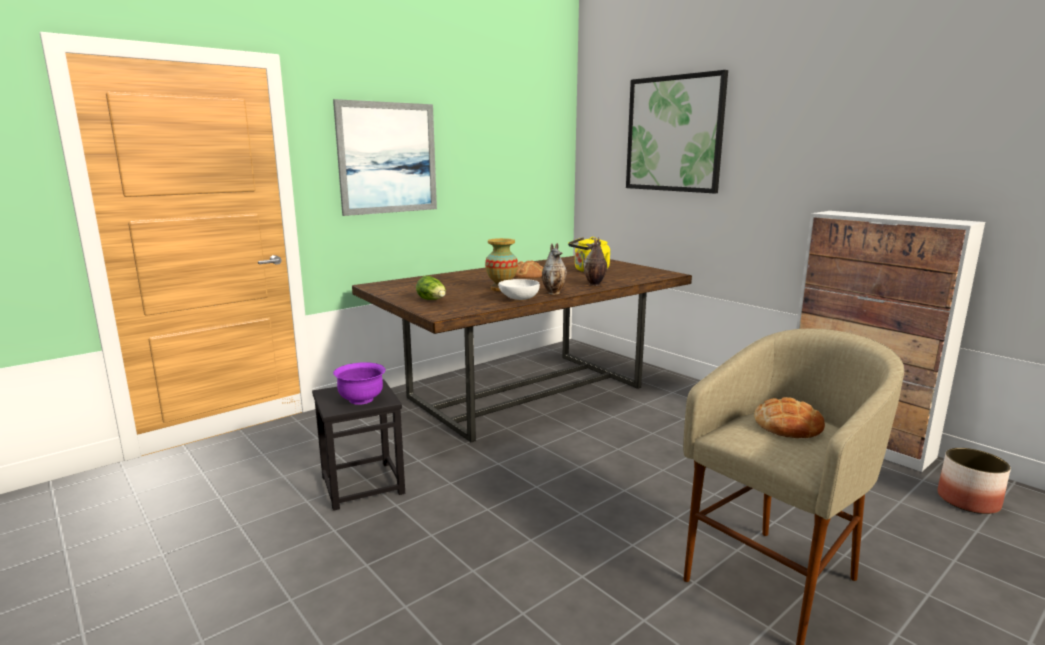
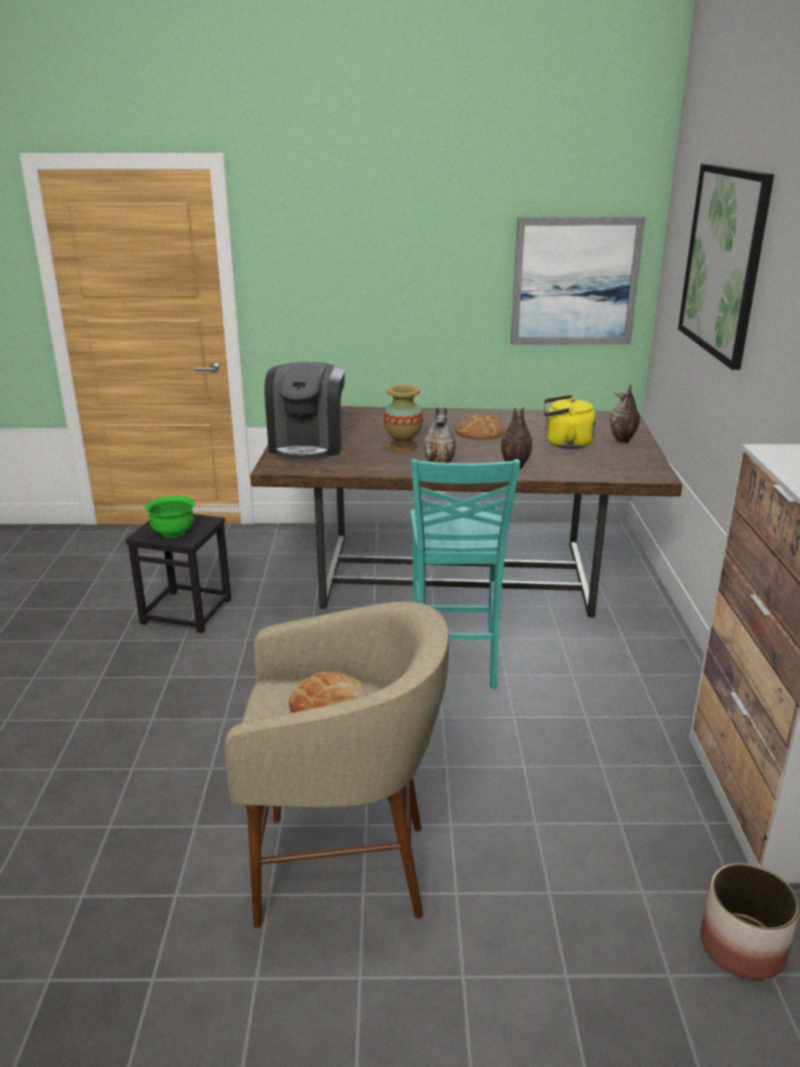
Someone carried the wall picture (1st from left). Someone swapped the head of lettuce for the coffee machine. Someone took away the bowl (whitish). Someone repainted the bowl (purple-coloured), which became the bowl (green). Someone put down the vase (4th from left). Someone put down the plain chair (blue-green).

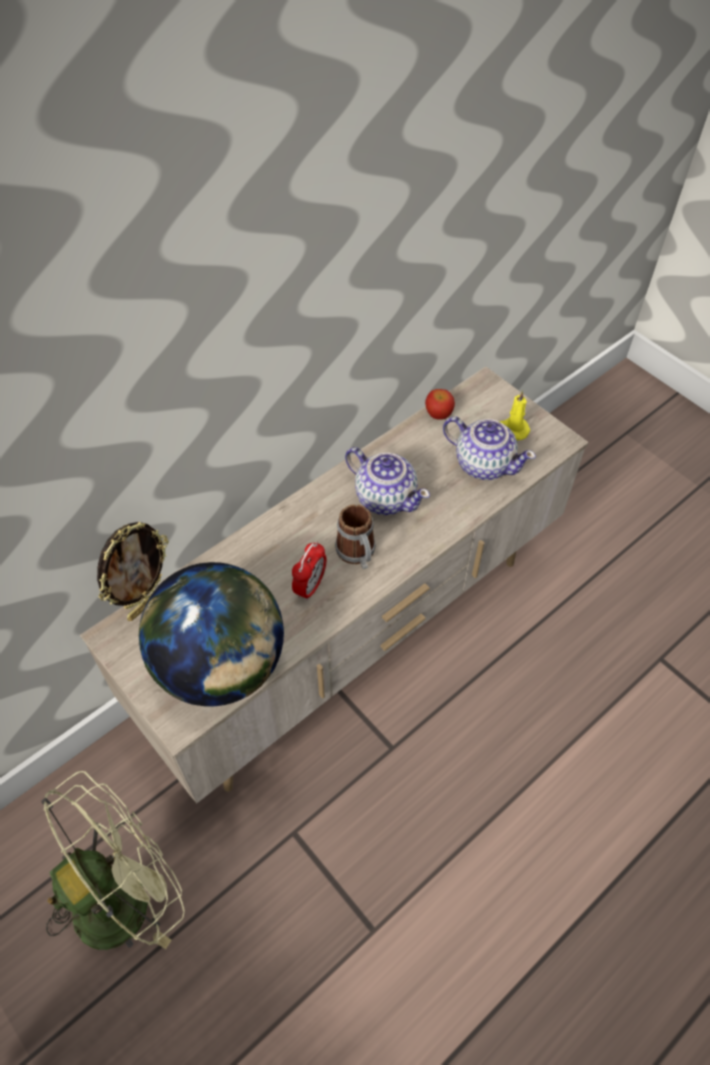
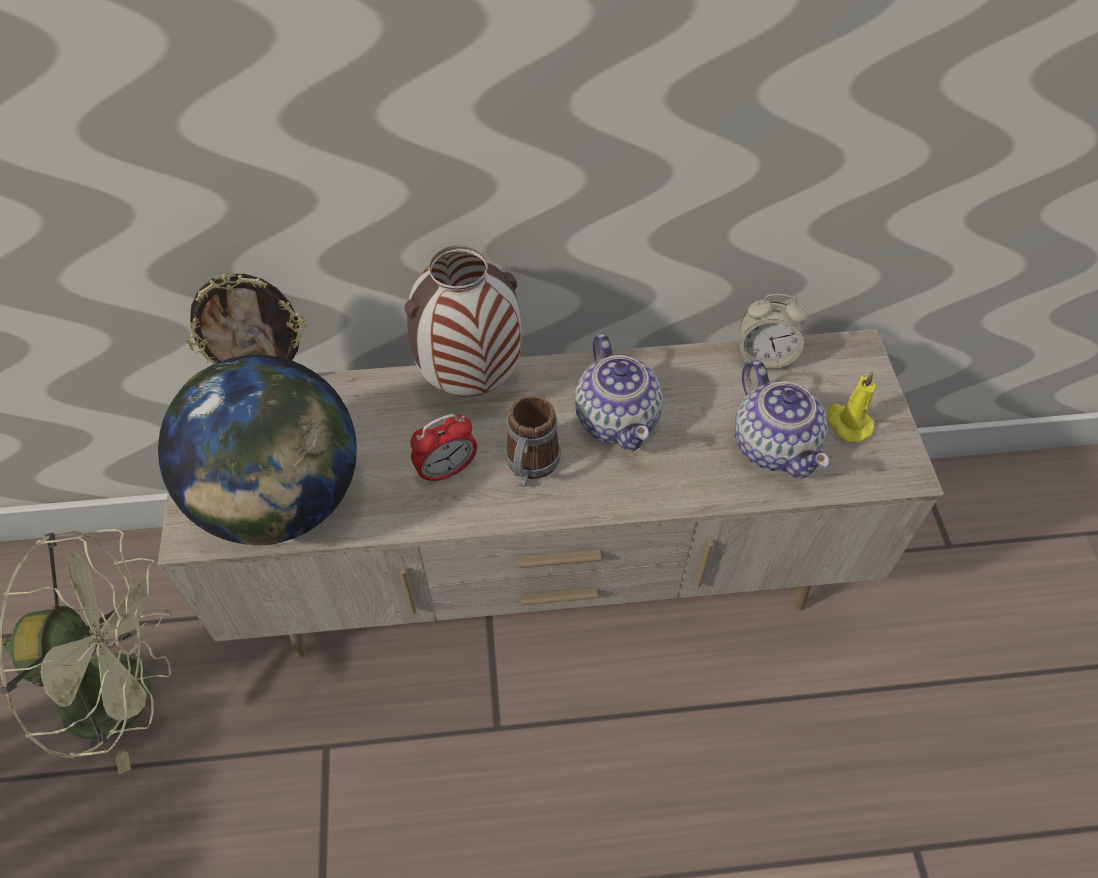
Someone swapped the whole apple for the table clock (2nd from left). Someone put down the vase.

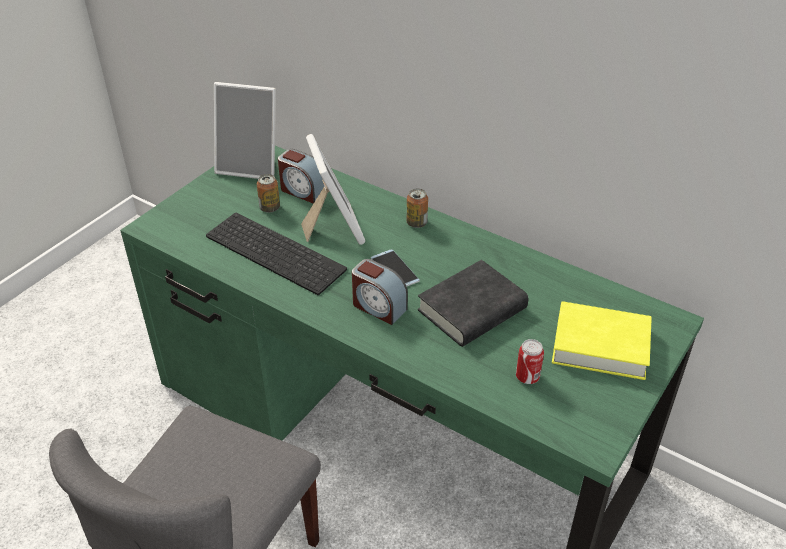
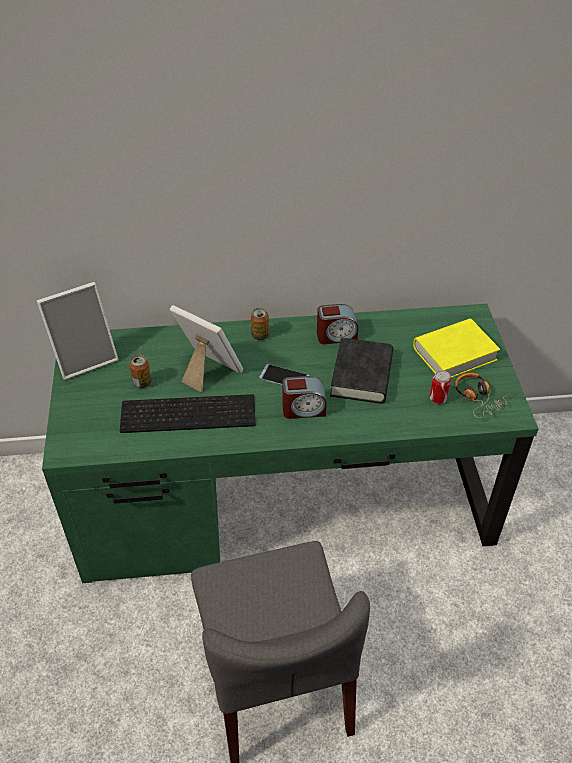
Someone carried the table clock (1st from left in the first image). Someone put down the headset.

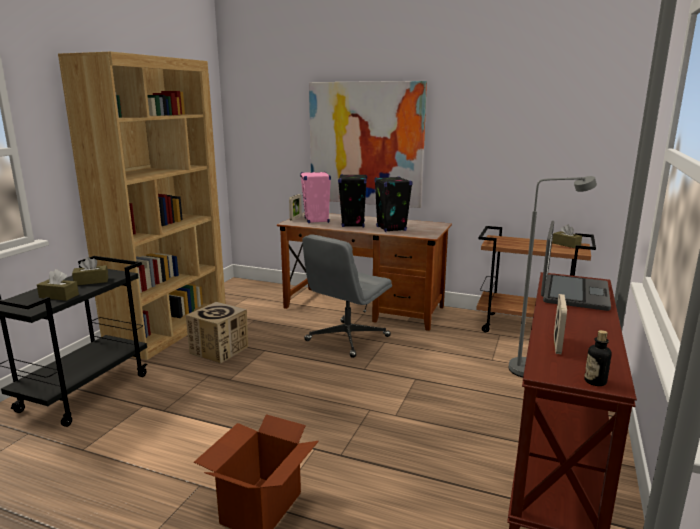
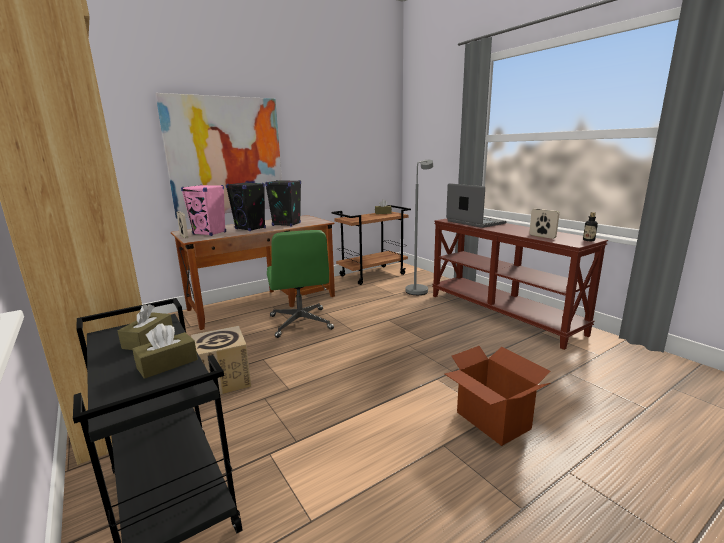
Someone repainted the office chair (gray), which became the office chair (green).

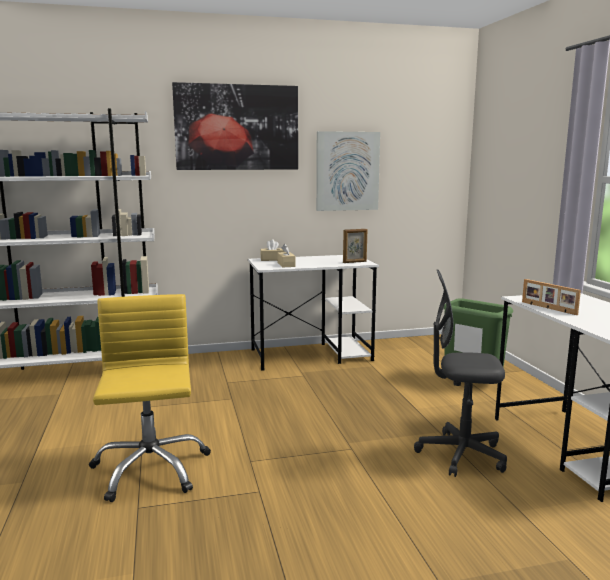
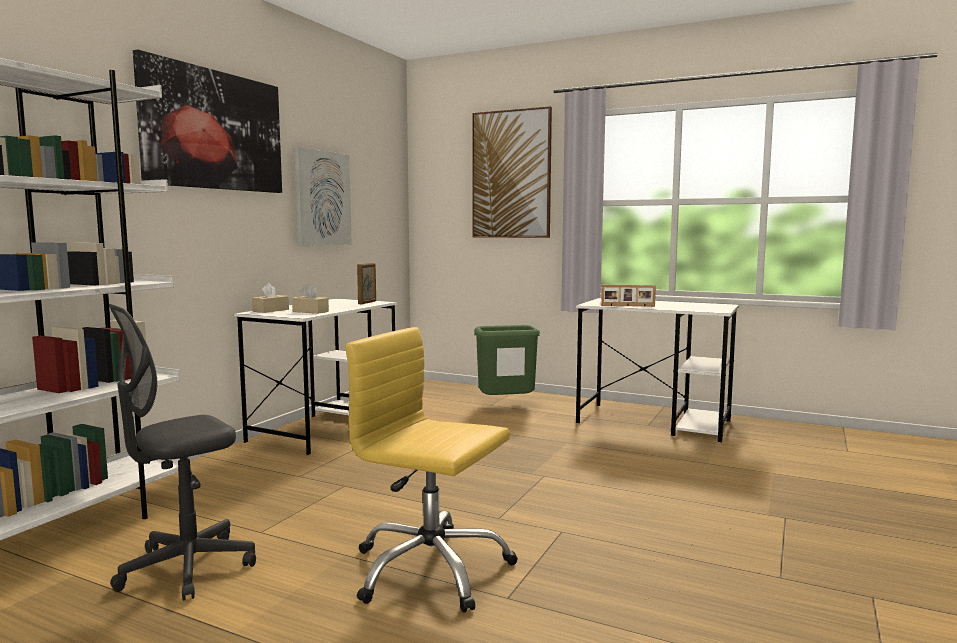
Someone carried the office chair (gray). Someone put up the wall picture (3rd from left).

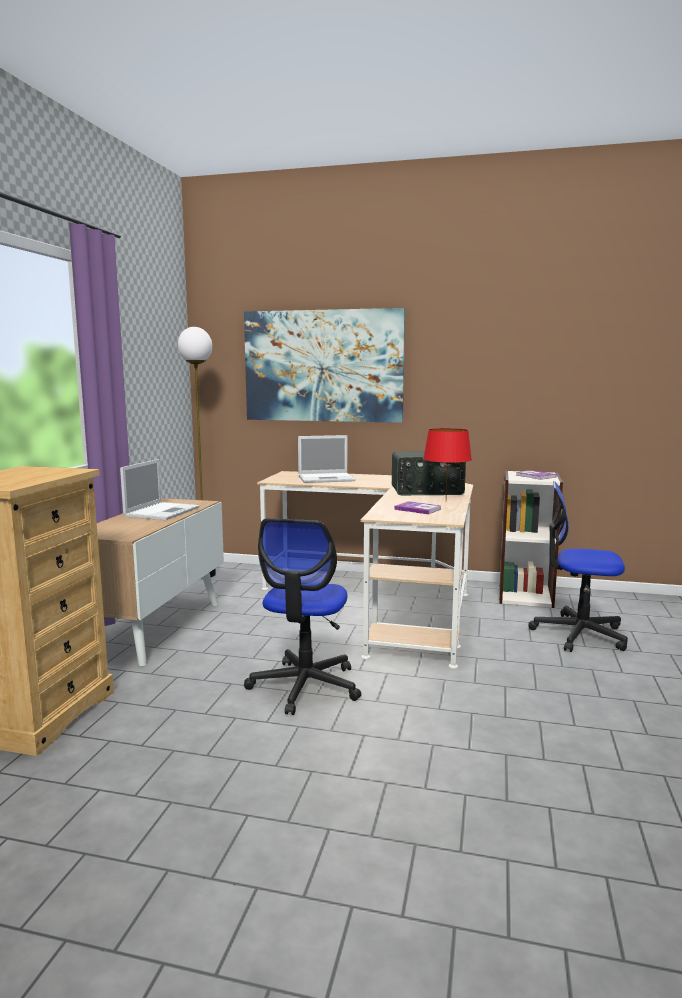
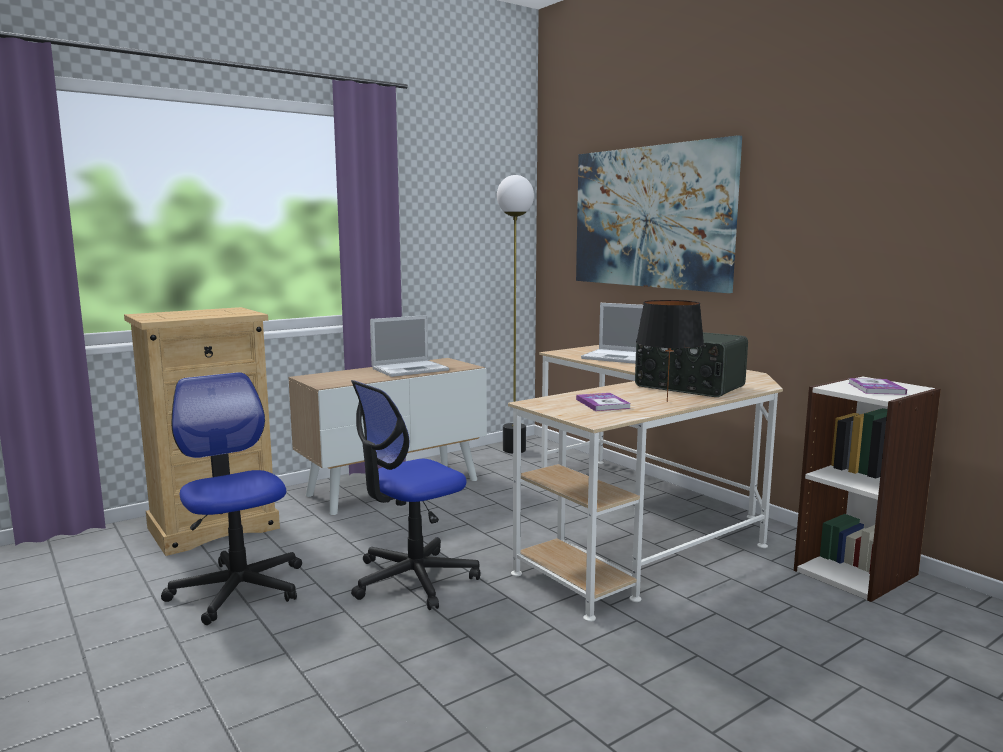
Someone repainted the tabletop lamp (red-coloured), which became the tabletop lamp (black). Someone carried the office chair (2nd from left in the first image).

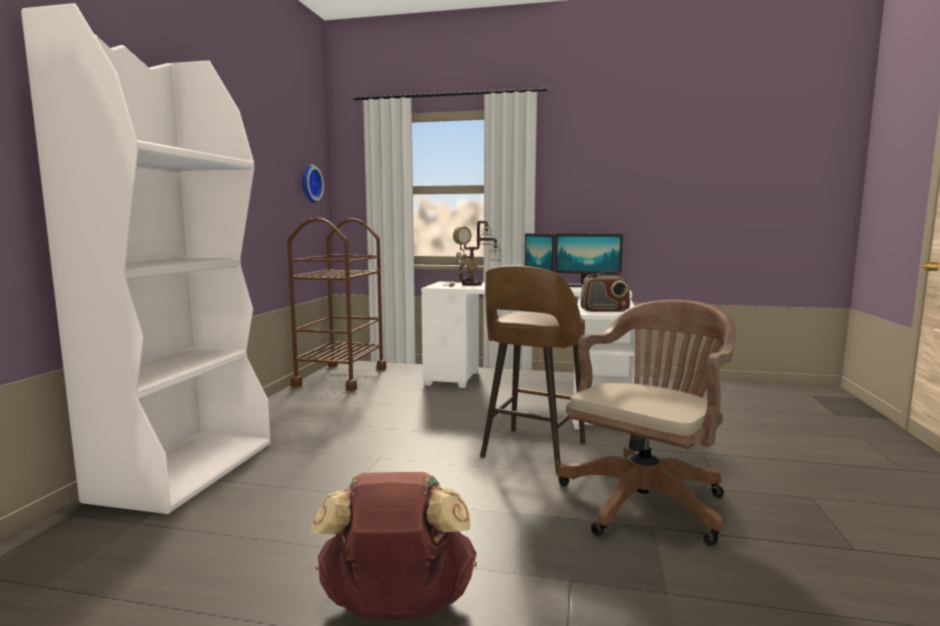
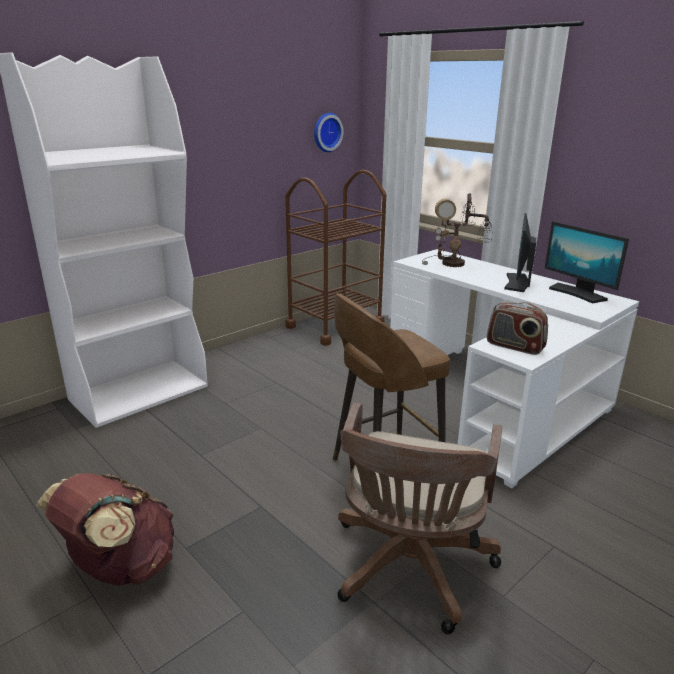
Someone rotated the office chair (brown-coloured) by 120 degrees clockwise.

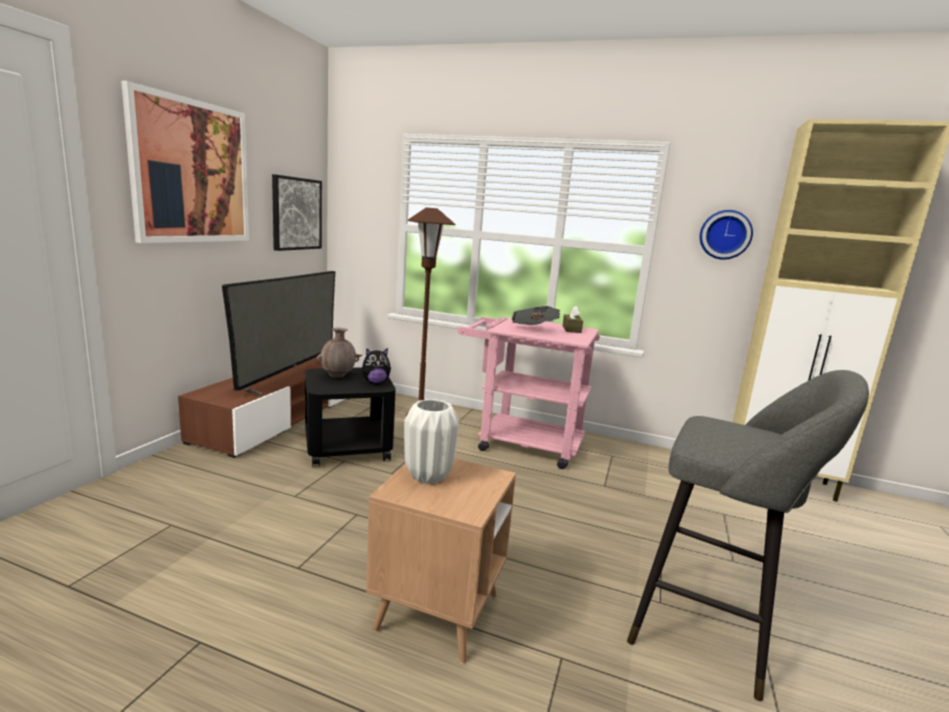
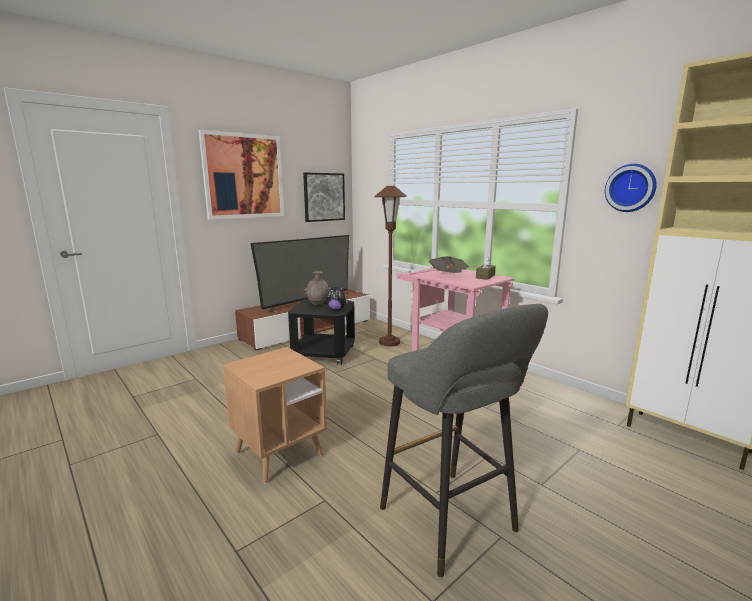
Someone took away the vase (whitish).

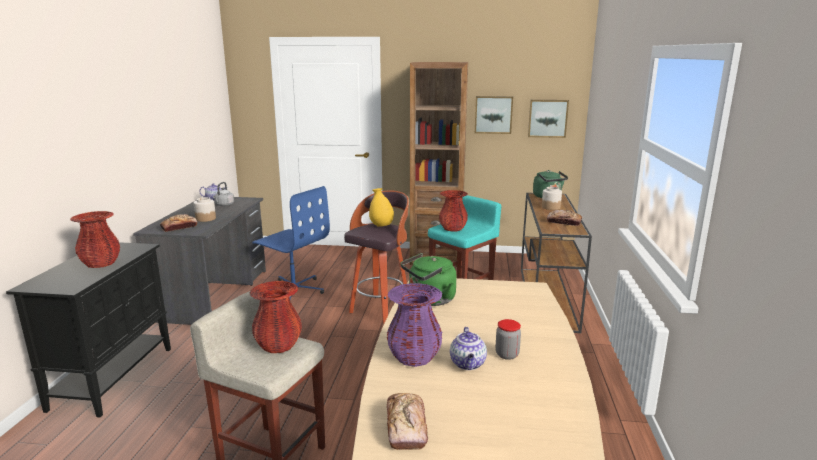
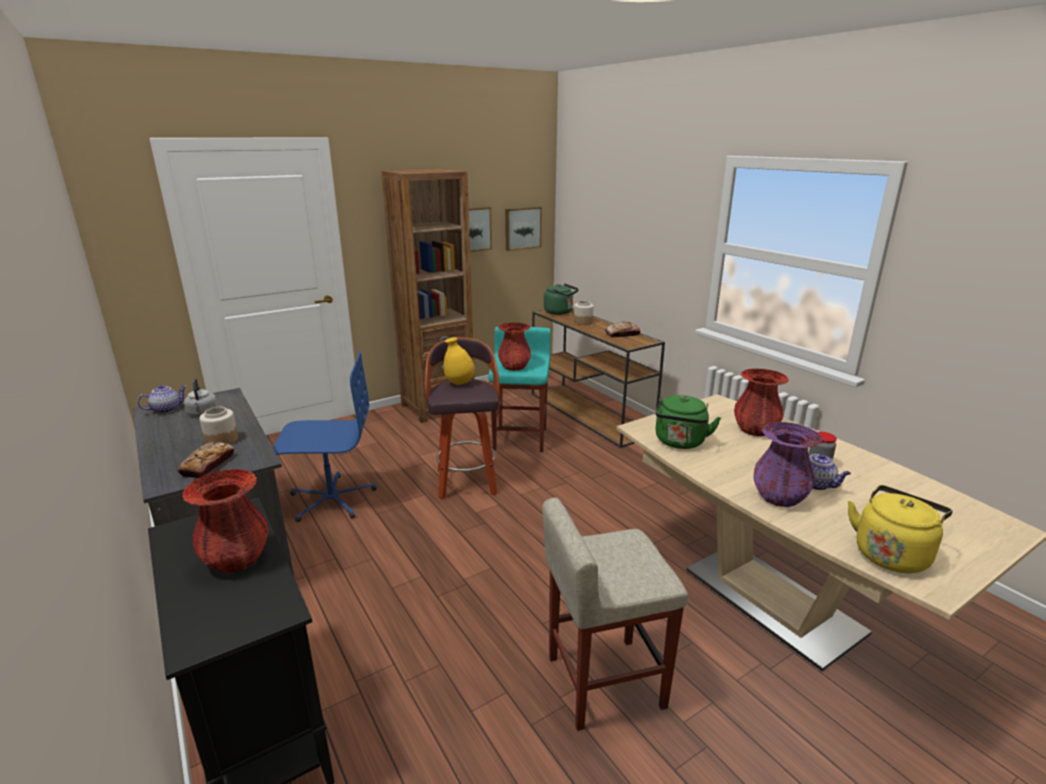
Someone carried the vase (red-coloured) (2nd from left in the first image). Someone swapped the baked bread (2nd from left) for the kettle (yellow).

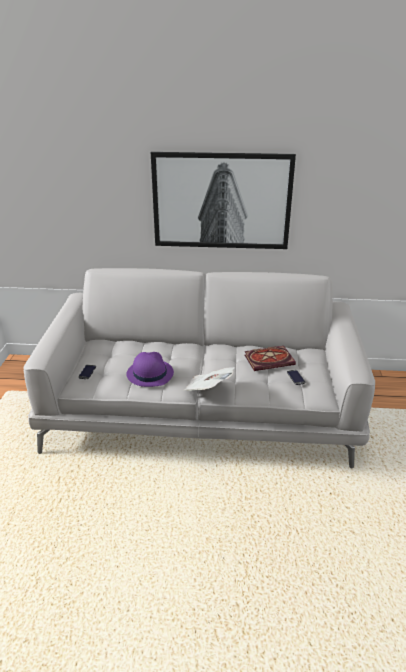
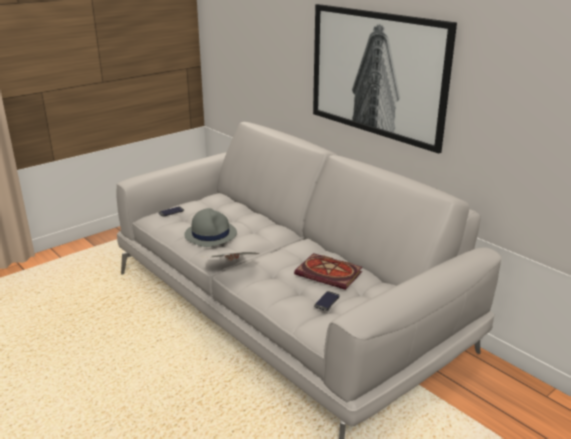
Someone repainted the hat (purple-coloured), which became the hat (gray).

